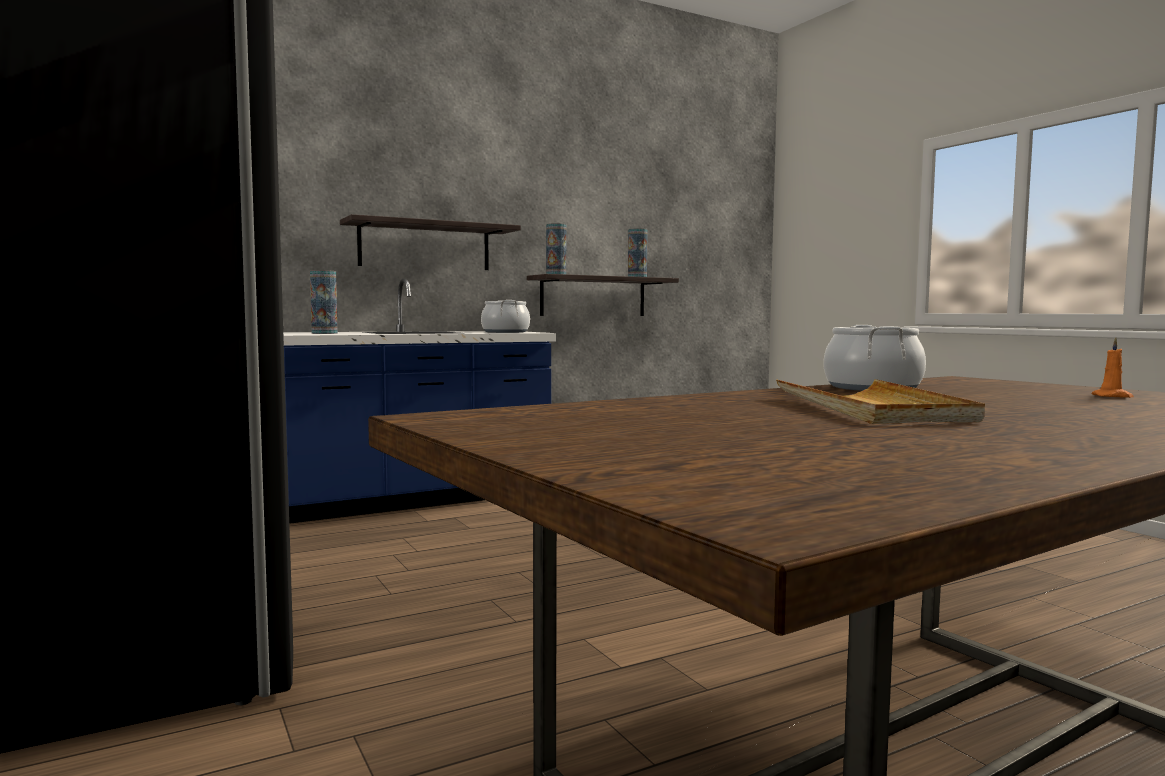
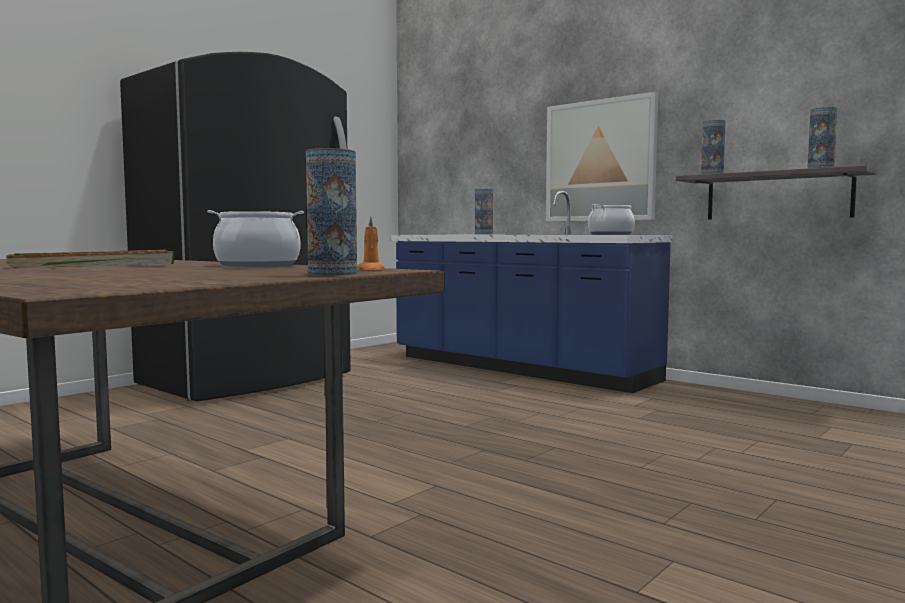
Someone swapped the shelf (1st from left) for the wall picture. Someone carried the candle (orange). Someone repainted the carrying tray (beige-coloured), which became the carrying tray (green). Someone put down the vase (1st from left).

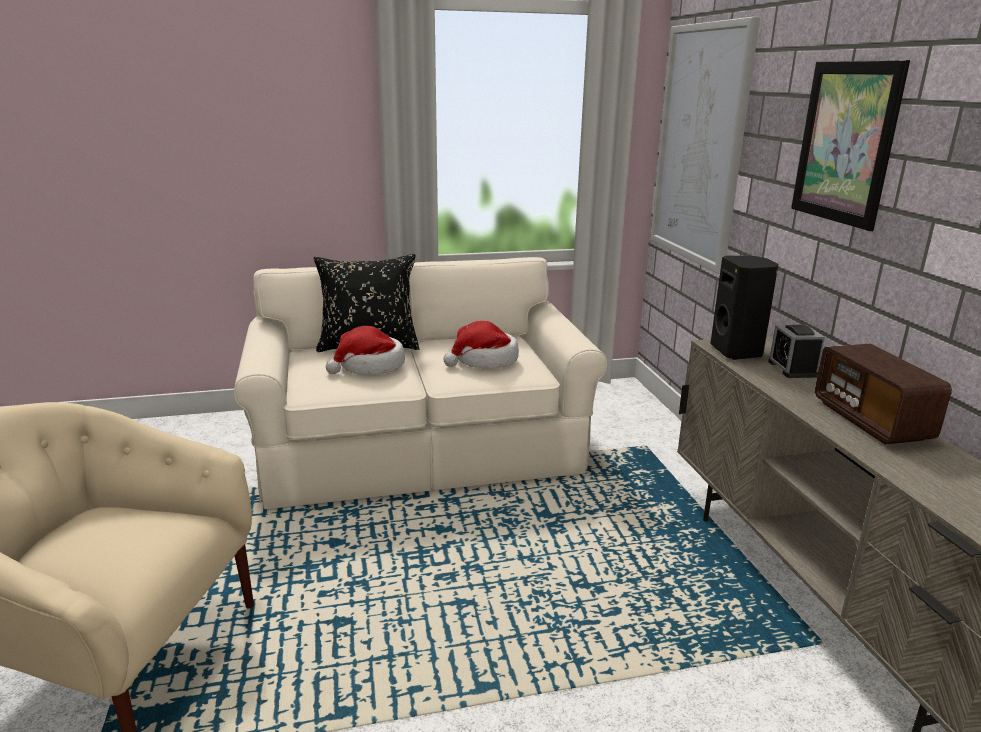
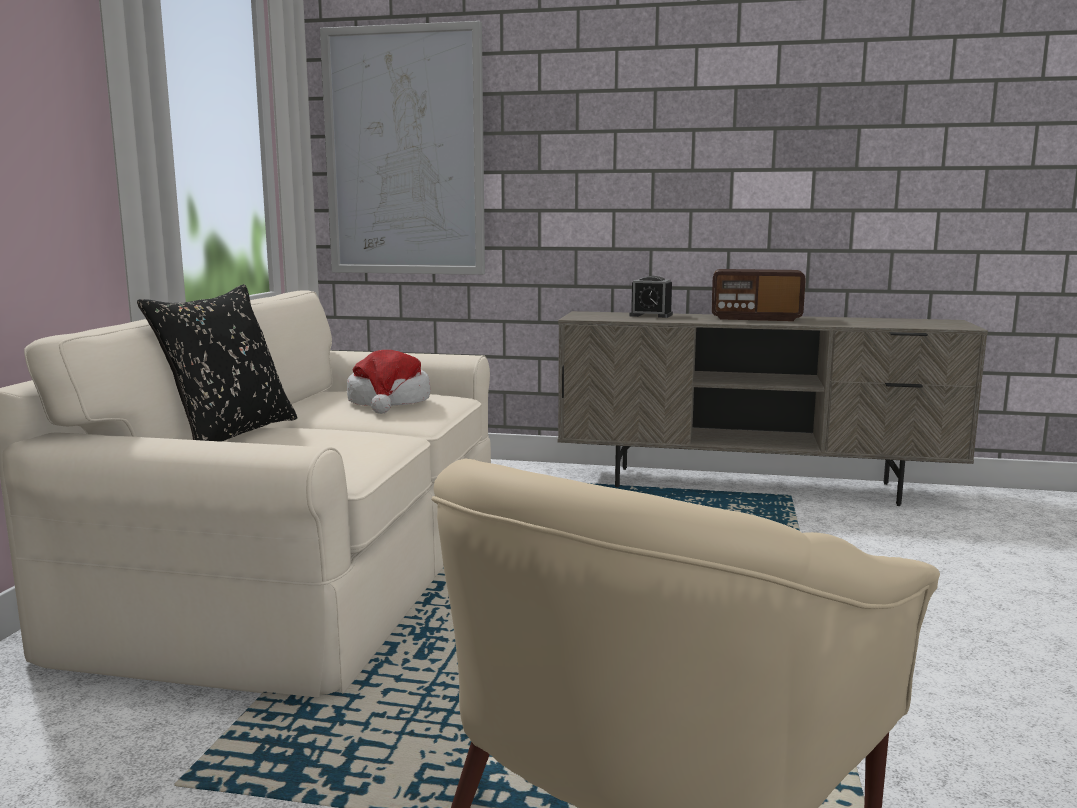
Someone took away the wall picture (2nd from left). Someone took away the loudspeaker (black). Someone took away the hat (1st from left).

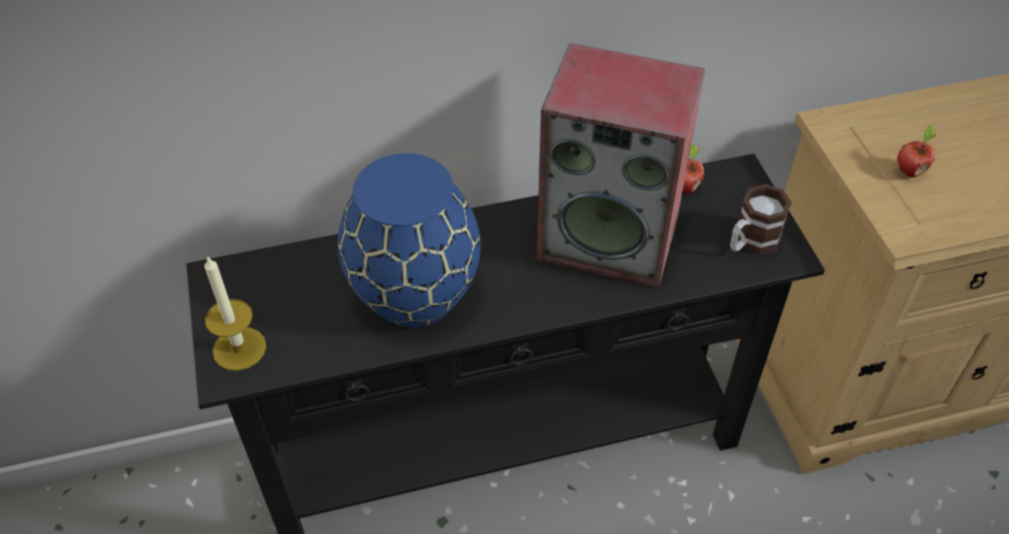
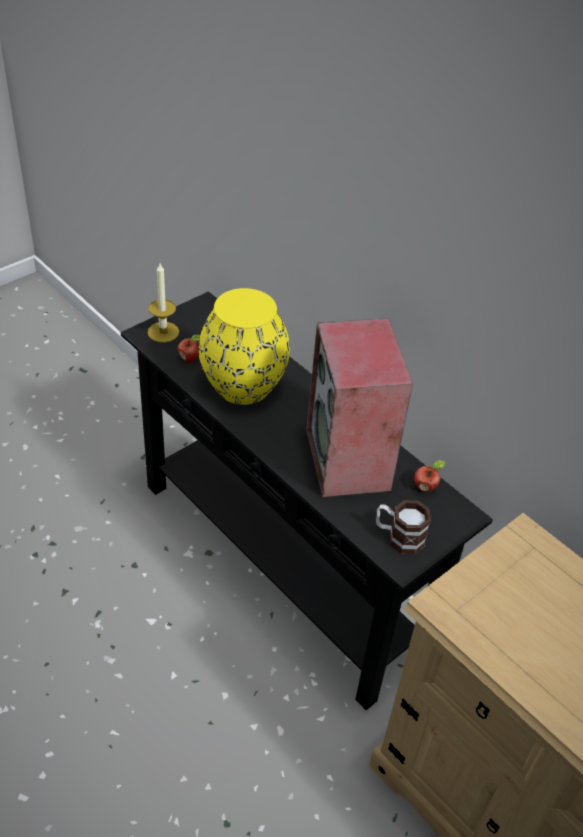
Someone carried the whole apple (2nd from left in the first image). Someone repainted the vase (bluish), which became the vase (yellow).

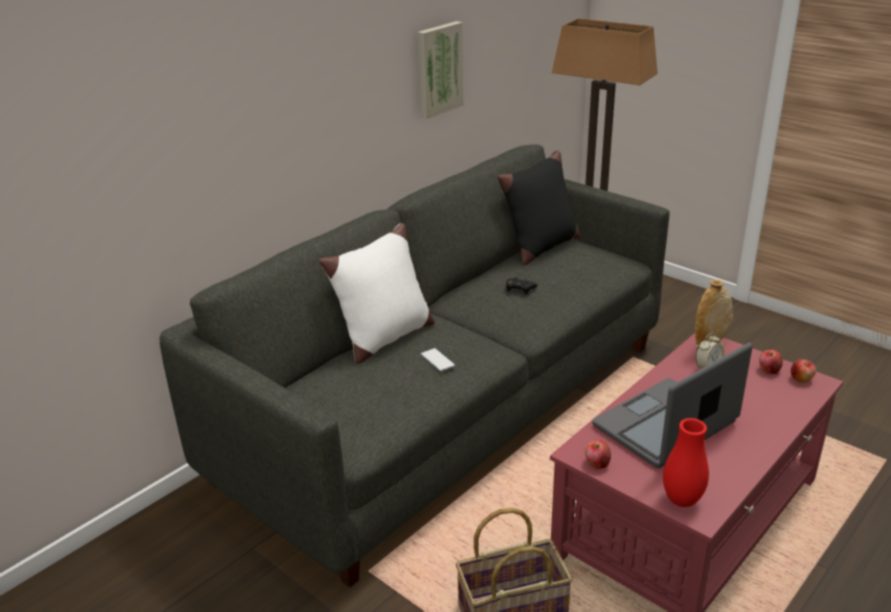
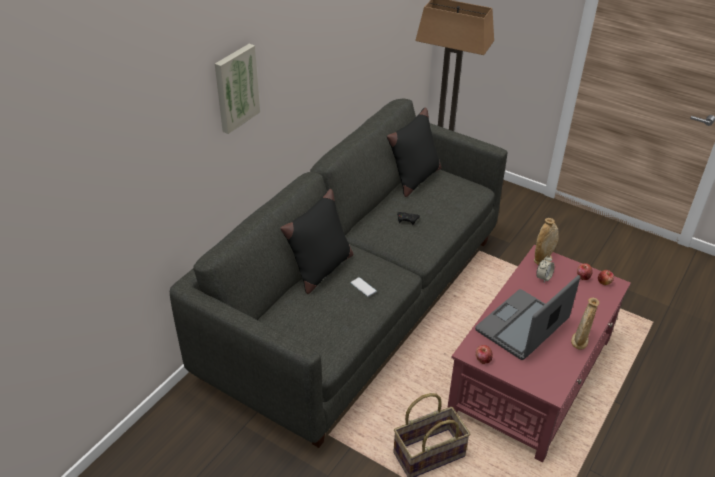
Someone carried the wall picture. Someone repainted the pillow (whitish), which became the pillow (black) (1st from left). Someone took away the vase (red-coloured). Someone put down the vase (beige-coloured) (2nd from left).

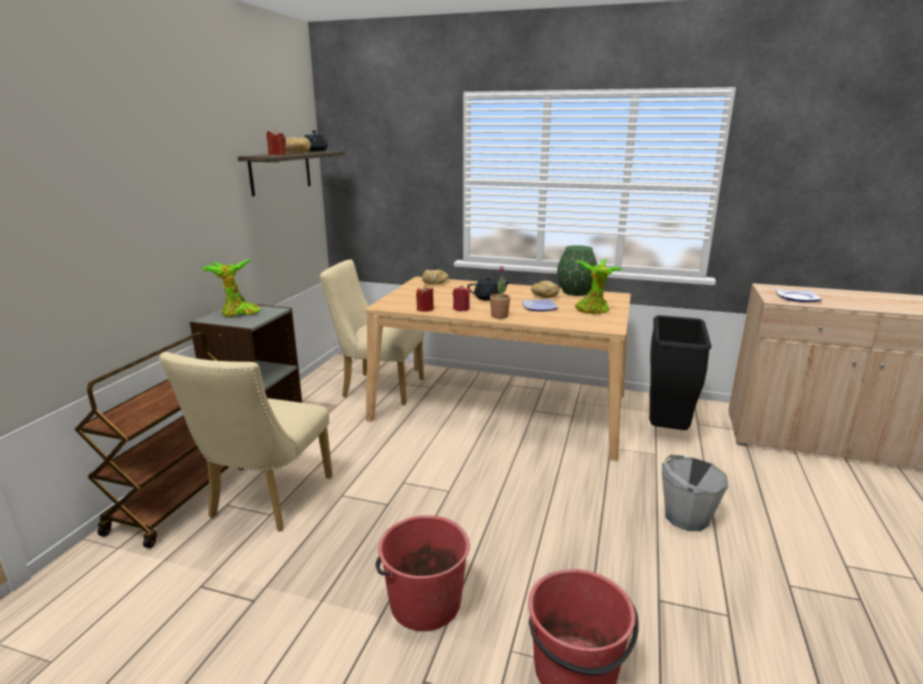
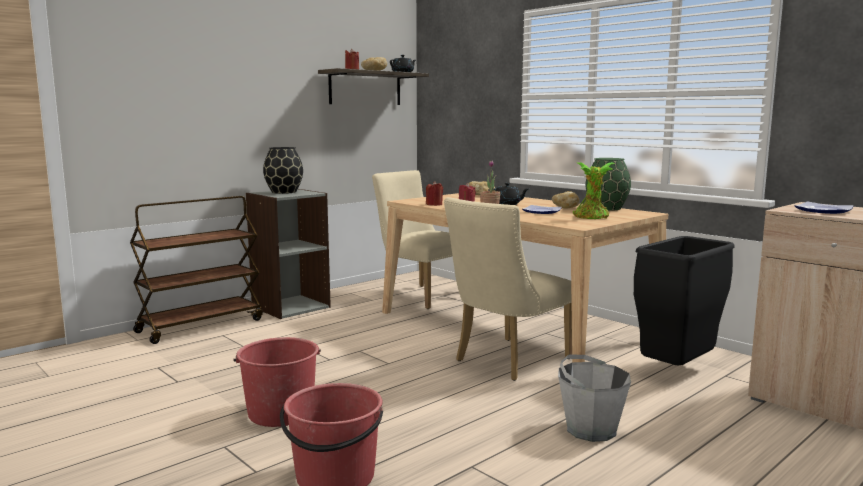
Someone swapped the houseplant (1st from left) for the vase (black). Someone carried the plain chair (beige-coloured) (1st from left in the first image).

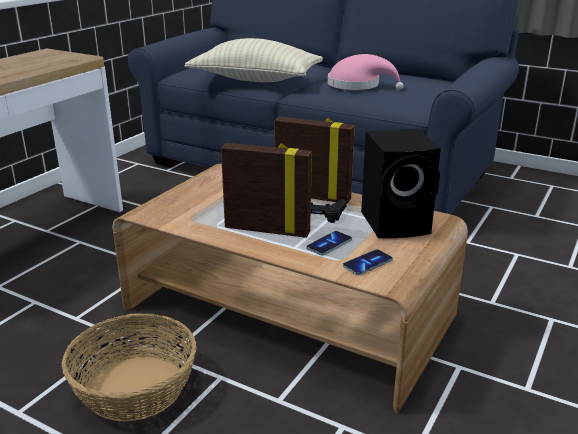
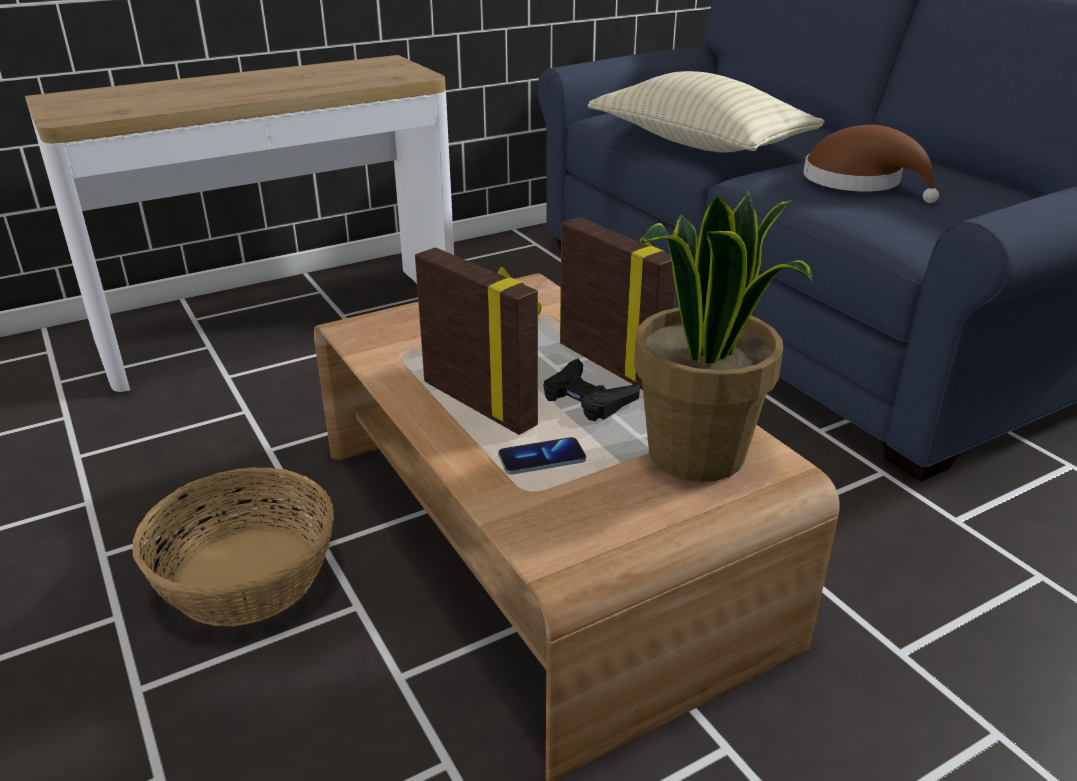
Someone repainted the hat (pink-coloured), which became the hat (brown-coloured). Someone swapped the loudspeaker (black) for the houseplant. Someone took away the handset (2nd from left).

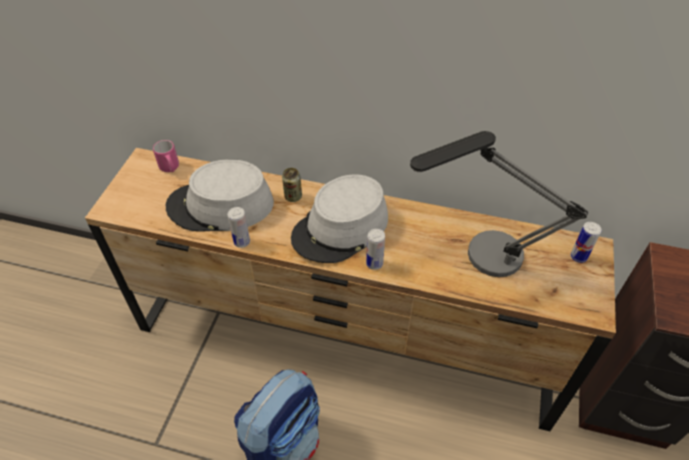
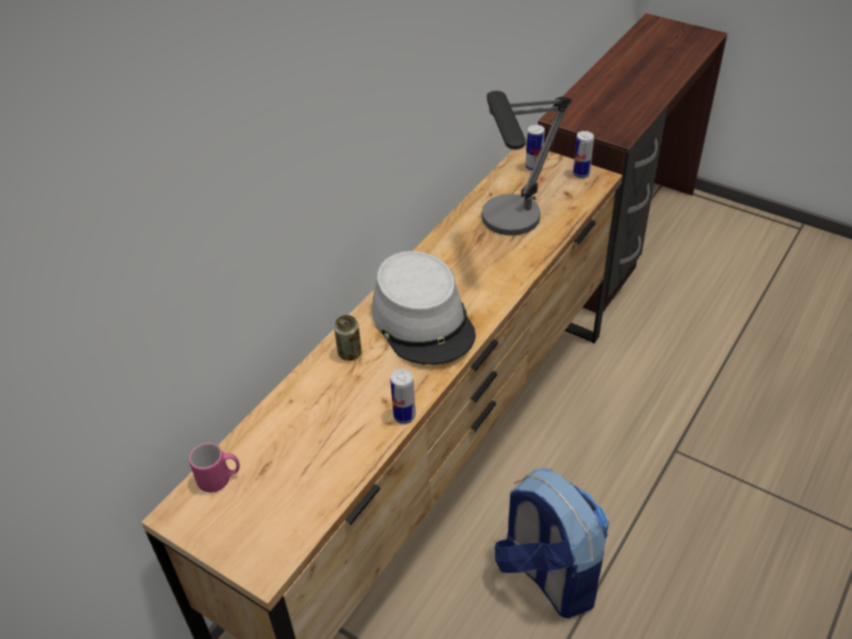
Someone took away the hat (gray) (1st from left). Someone carried the metal can (3rd from left in the first image).

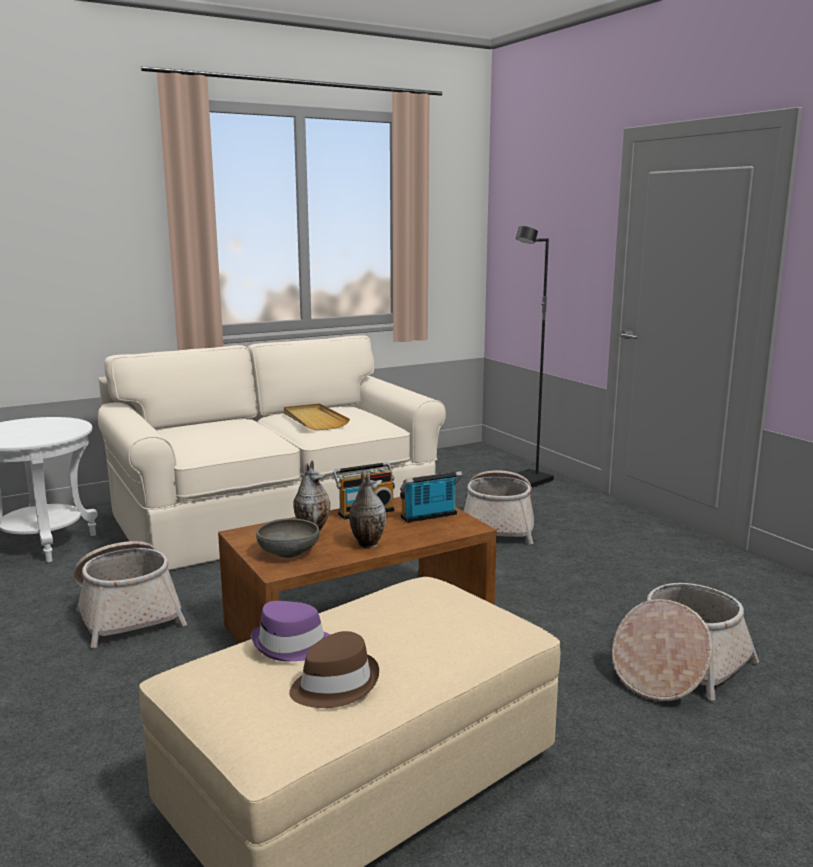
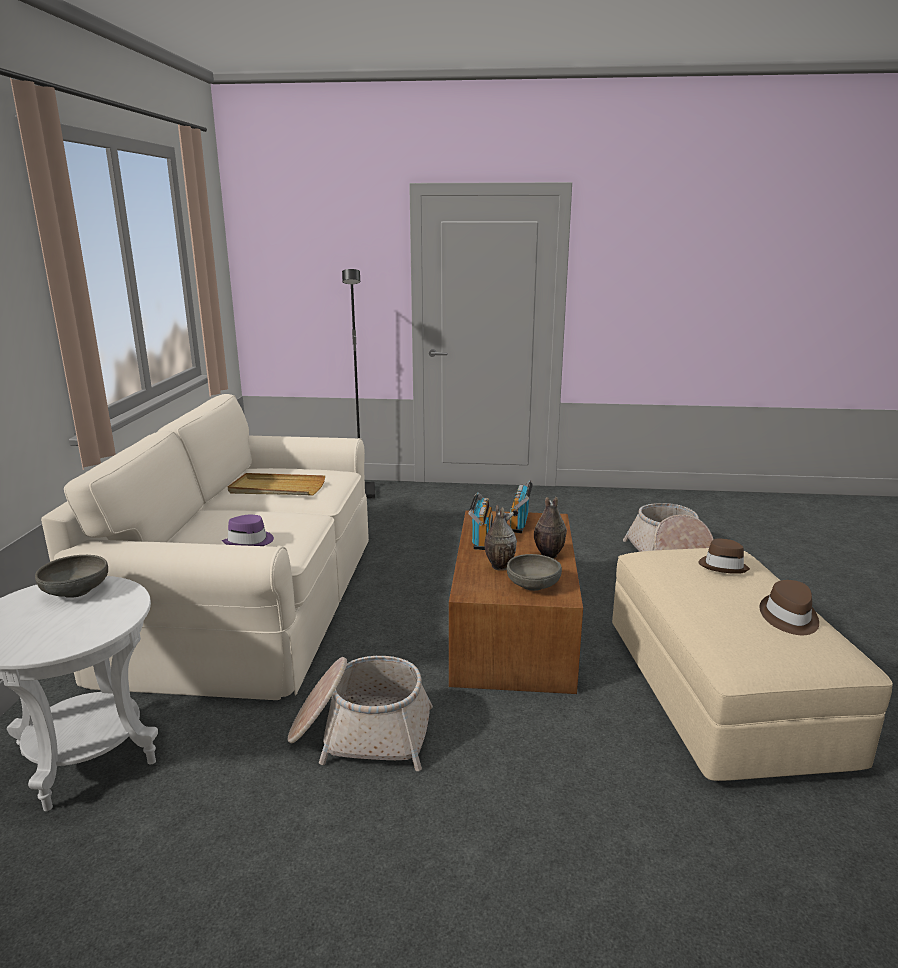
Someone took away the storage basket (2nd from left). Someone carried the hat (purple-coloured). Someone put down the hat (brown-coloured) (1st from left). Someone put down the bowl (gray) (1st from left).

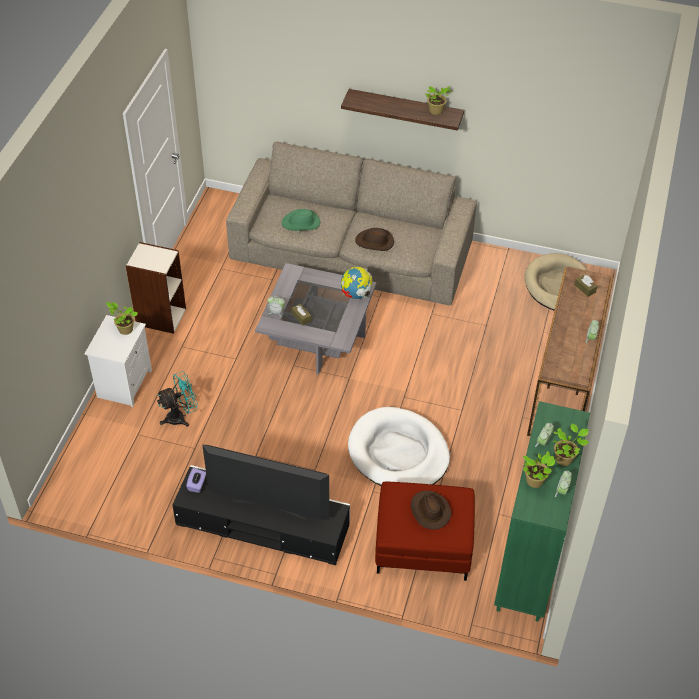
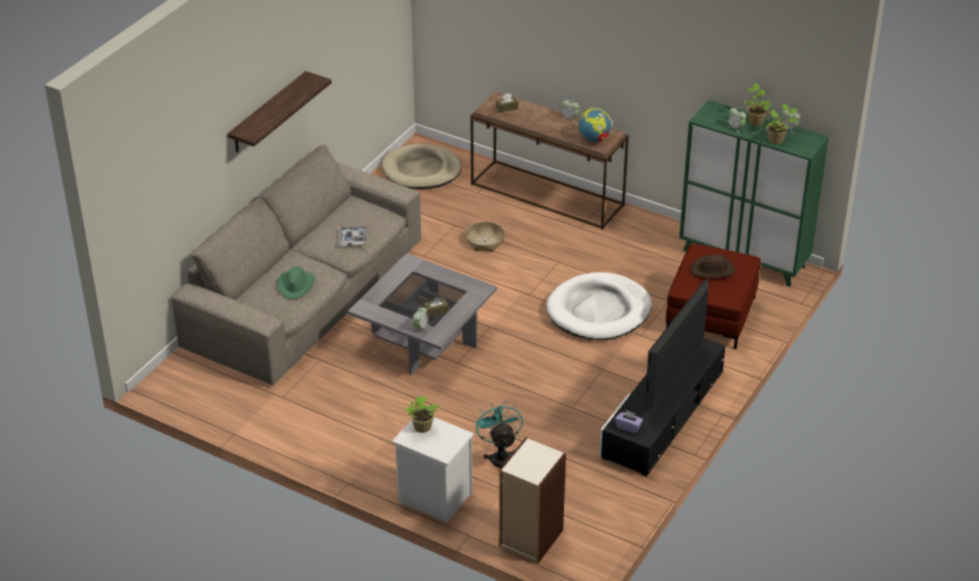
Someone took away the houseplant (2nd from left). Someone swapped the hat (brown-coloured) (1st from left) for the carrying tray. Someone carried the shelving unit. Someone carried the globe. Someone put down the storage basket.

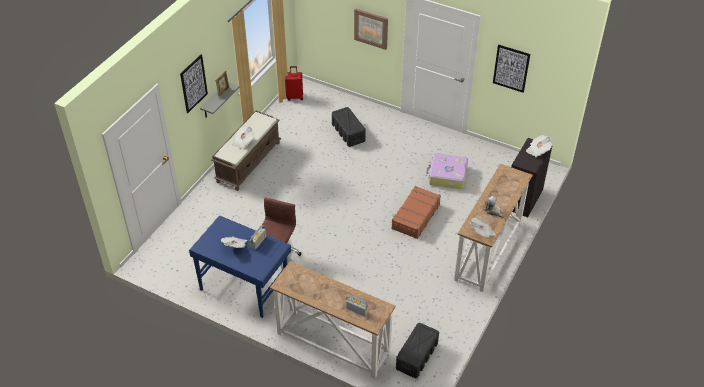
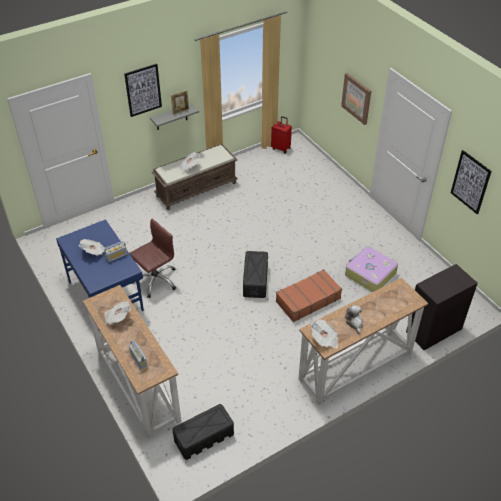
Someone carried the storage bin (black) (1st from left in the first image). Someone carried the daily paper (4th from left in the first image).

